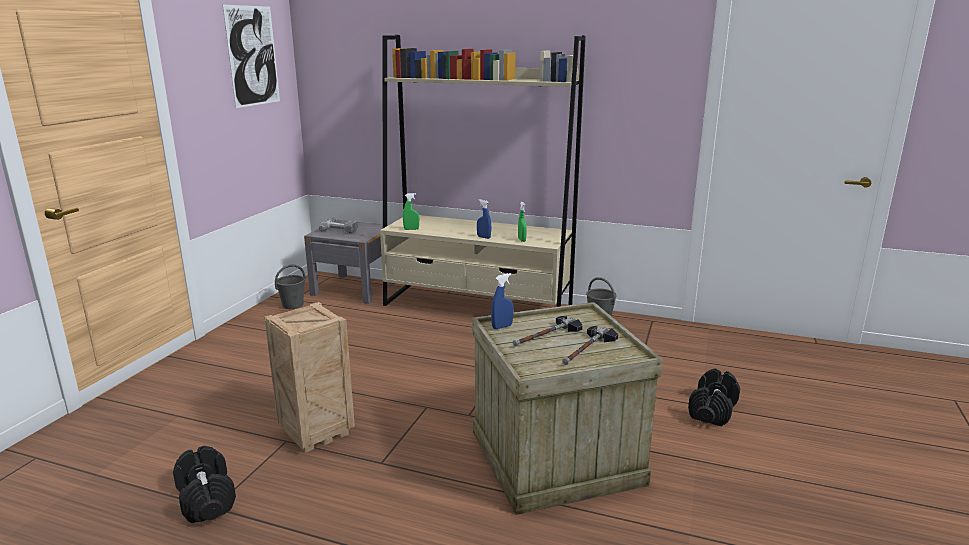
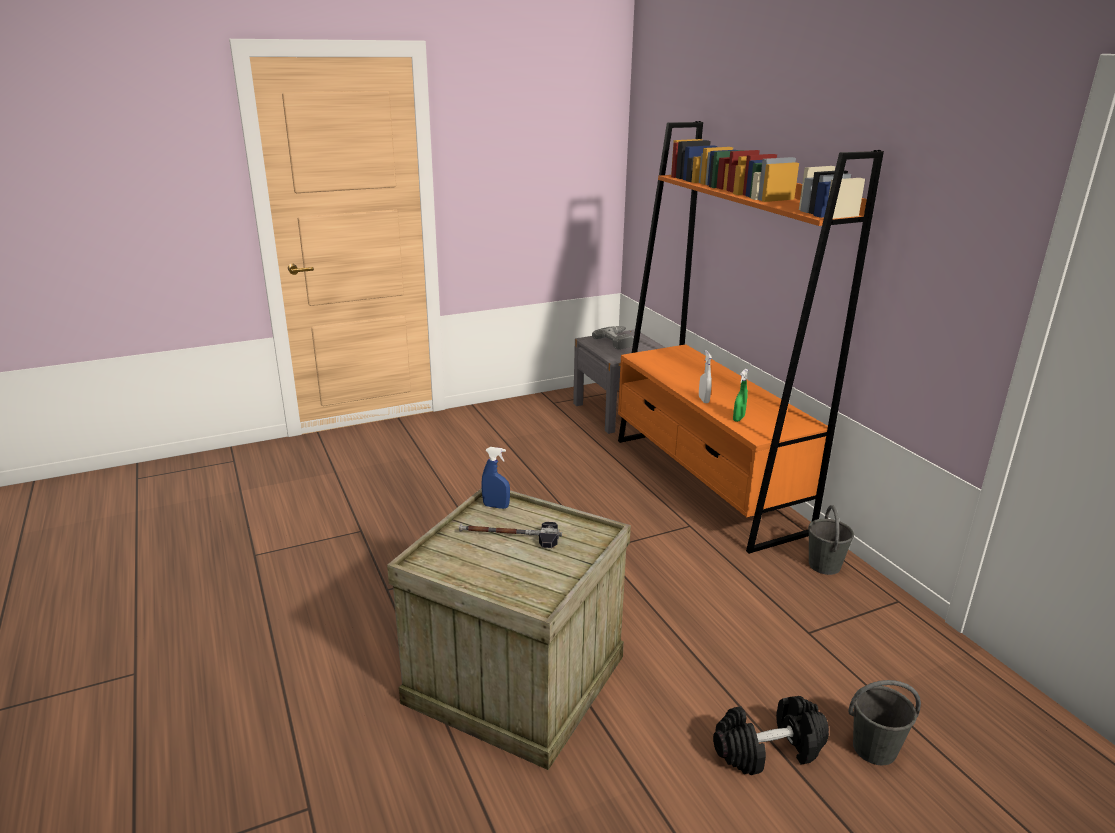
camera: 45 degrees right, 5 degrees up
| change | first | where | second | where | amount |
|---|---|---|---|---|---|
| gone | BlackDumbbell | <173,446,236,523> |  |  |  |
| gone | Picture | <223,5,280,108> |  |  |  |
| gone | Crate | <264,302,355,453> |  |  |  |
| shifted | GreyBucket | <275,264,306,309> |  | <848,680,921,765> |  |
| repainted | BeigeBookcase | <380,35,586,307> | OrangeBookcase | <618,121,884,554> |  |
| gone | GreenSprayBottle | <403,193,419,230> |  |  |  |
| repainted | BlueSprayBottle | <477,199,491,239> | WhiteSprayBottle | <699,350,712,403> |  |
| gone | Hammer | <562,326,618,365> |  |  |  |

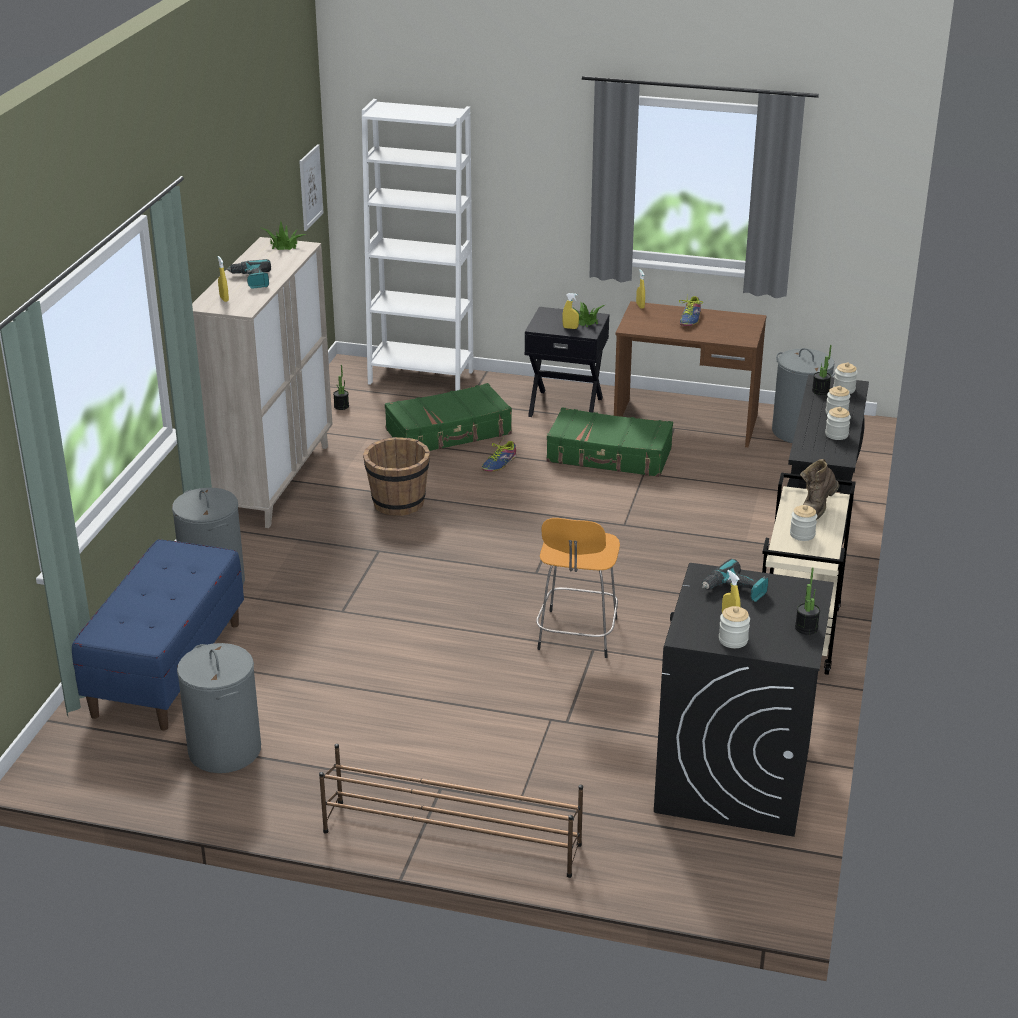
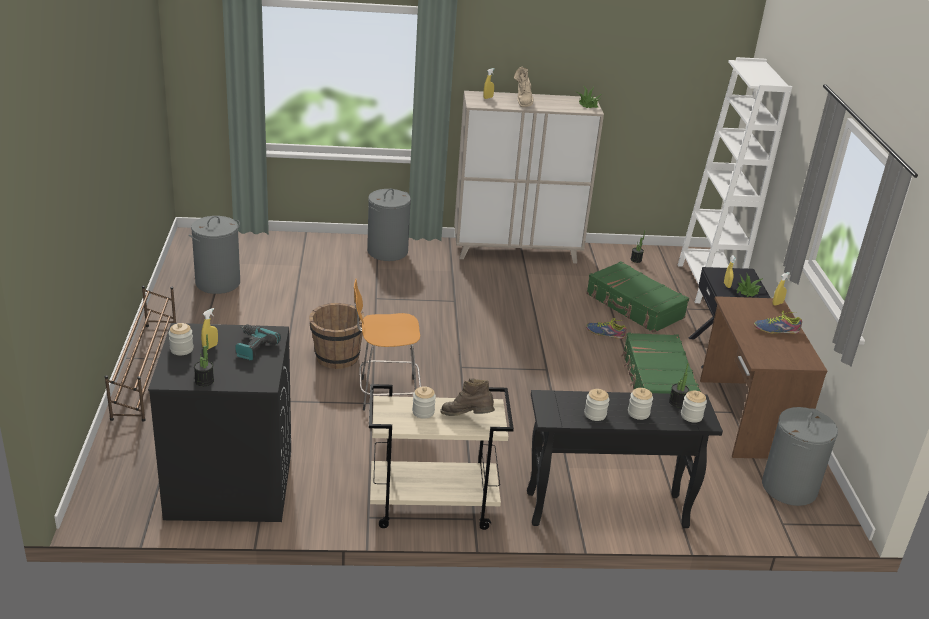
camera: 70 degrees right, 0 degrees up
| change | first | where | second | where | amount |
|---|---|---|---|---|---|
| gone | BlueBench | <72,539,244,731> |  |  |  |
| swapped | PowerDrill | <226,259,271,289> | BeigeBoot | <514,67,534,107> |  |
| gone | Picture | <299,144,323,231> |  |  |  |
| shifted | BrownBucket | <363,437,430,516> |  | <309,303,365,369> |  |

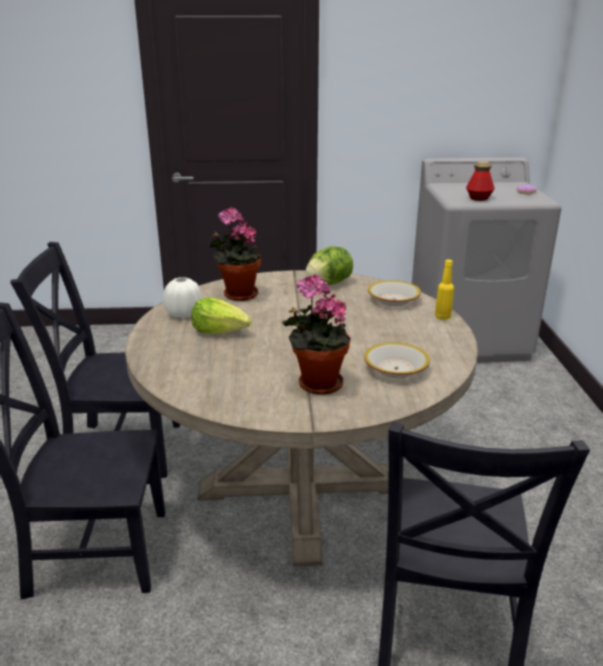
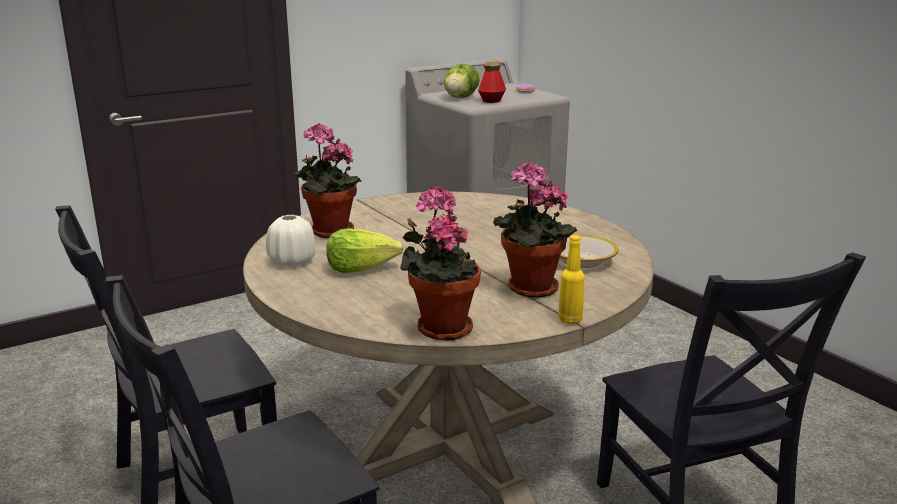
camera: 30 degrees left, 5 degrees down
| change | first | where | second | where | amount |
|---|---|---|---|---|---|
| shifted | Lettuce | <306,246,353,285> |  | <444,64,480,98> |  |
| gone | Bowl | <368,280,421,306> |  |  |  |
| shifted | YellowBottle | <435,259,454,320> |  | <558,235,585,324> |  |
| new |  |  | PottedPlant | <400,186,481,341> |  |

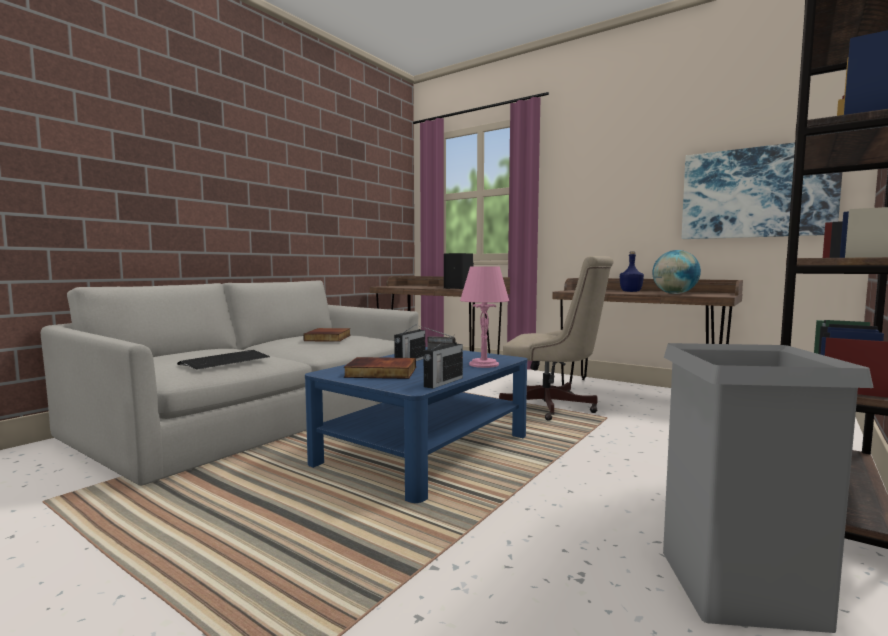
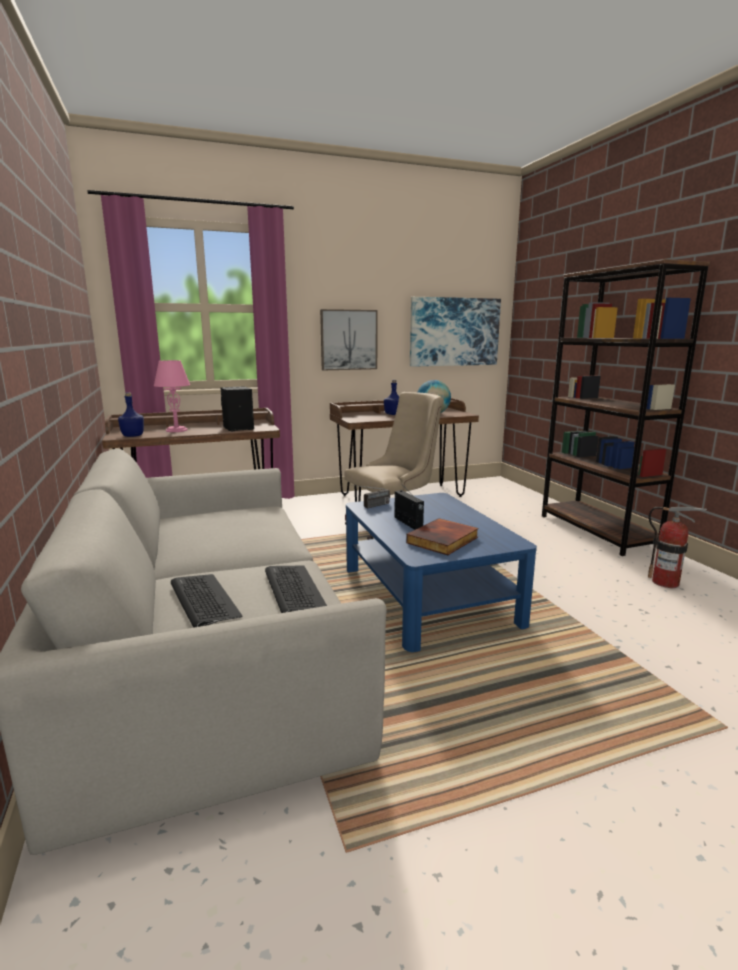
camera: 55 degrees left, 10 degrees up
| change | first | where | second | where | amount |
|---|---|---|---|---|---|
| gone | Book | <303,328,351,342> |  |  |  |
| gone | Radio | <424,335,463,389> |  |  |  |
| shifted | PinkTableLamp | <460,266,509,368> |  | <154,360,190,432> |  |
| swapped | GreyTrashCan | <663,343,874,633> | FireExtinguisher | <648,507,707,588> |  |
| new |  |  | BlueBottle | <118,392,144,437> |  |
| new |  |  | Keyboard | <171,574,242,628> |  |
| new |  |  | Picture | <320,309,378,370> |  |

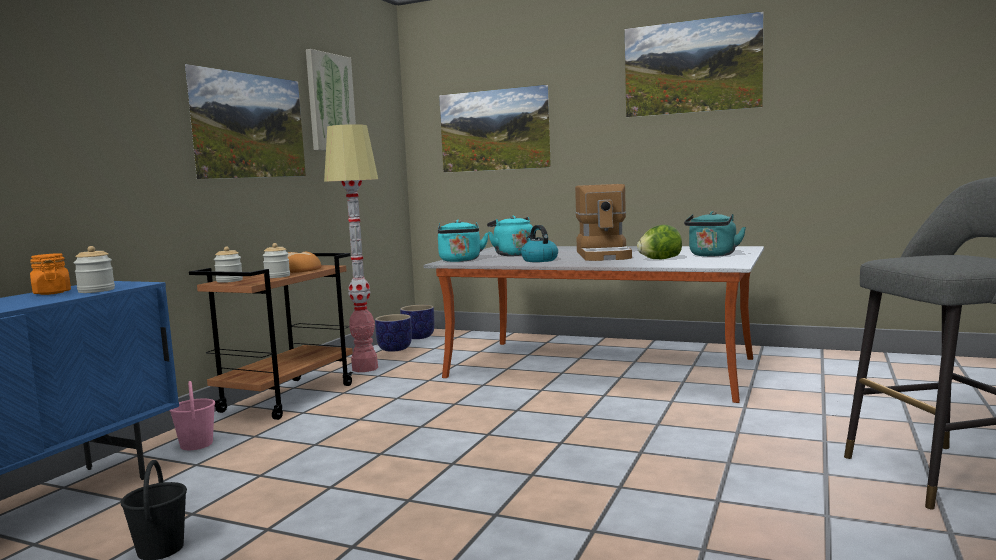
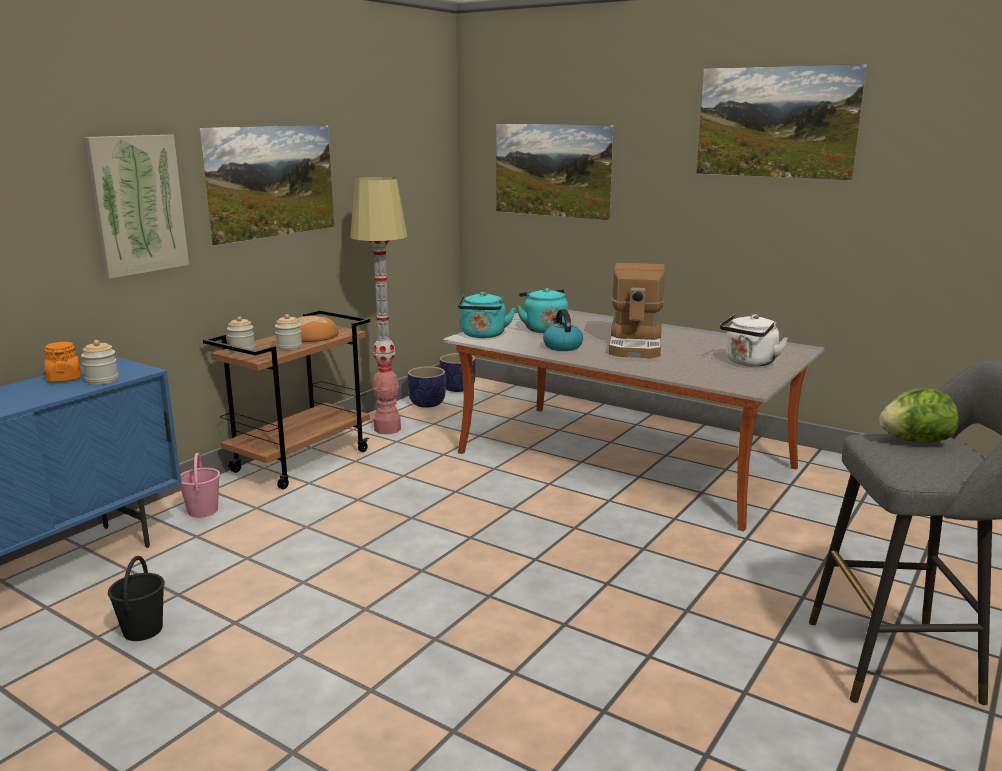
camera: 10 degrees right, 10 degrees up
| change | first | where | second | where | amount |
|---|---|---|---|---|---|
| shifted | Picture | <306,49,356,150> |  | <84,135,189,279> |  |
| shifted | Lettuce | <637,225,682,259> |  | <879,388,959,443> |  |
| repainted | TurquoiseKettle | <684,211,746,257> | WhiteKettle | <720,314,788,367> |  |

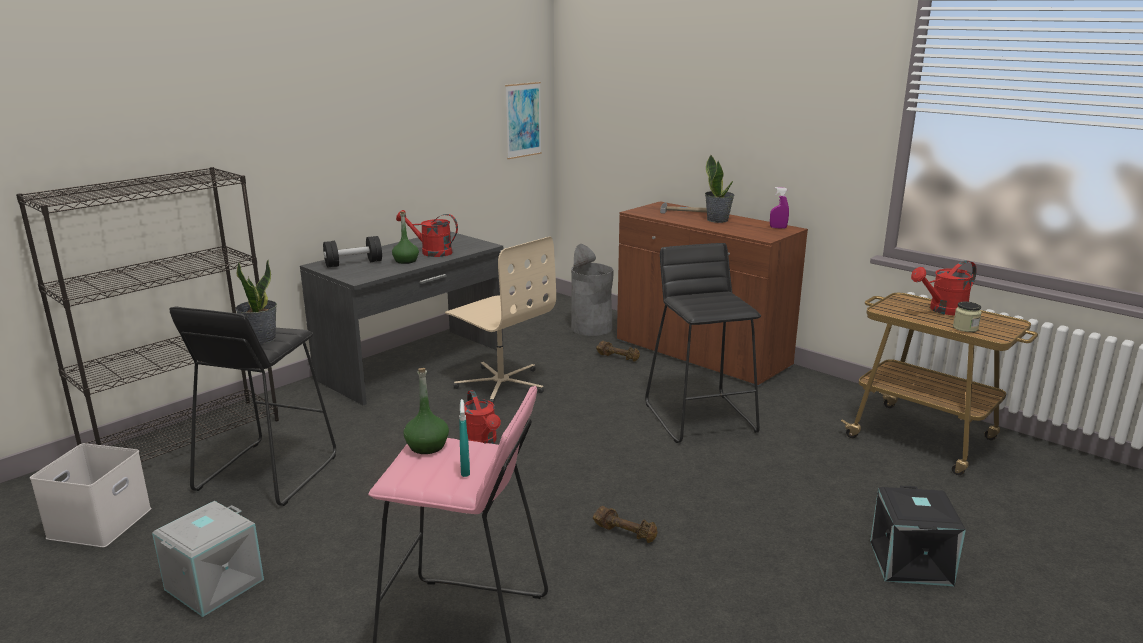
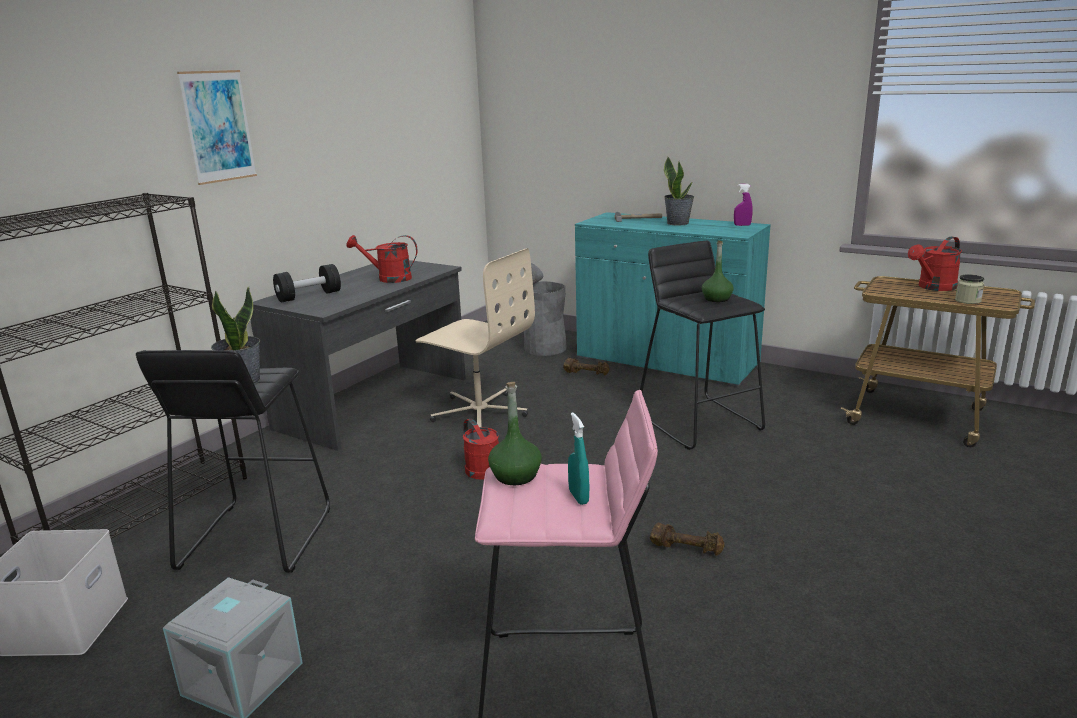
camera: 10 degrees left, 0 degrees up
| change | first | where | second | where | amount |
|---|---|---|---|---|---|
| shifted | GreenBottle | <392,211,419,264> |  | <702,240,734,302> |  |
| shifted | Picture | <505,82,542,159> |  | <177,70,257,185> |  |
| repainted | BrownCabinet | <617,201,808,387> | TurquoiseCabinet | <575,212,771,387> |  |
| gone | BlackStorageBox | <870,485,966,586> |  |  |  |

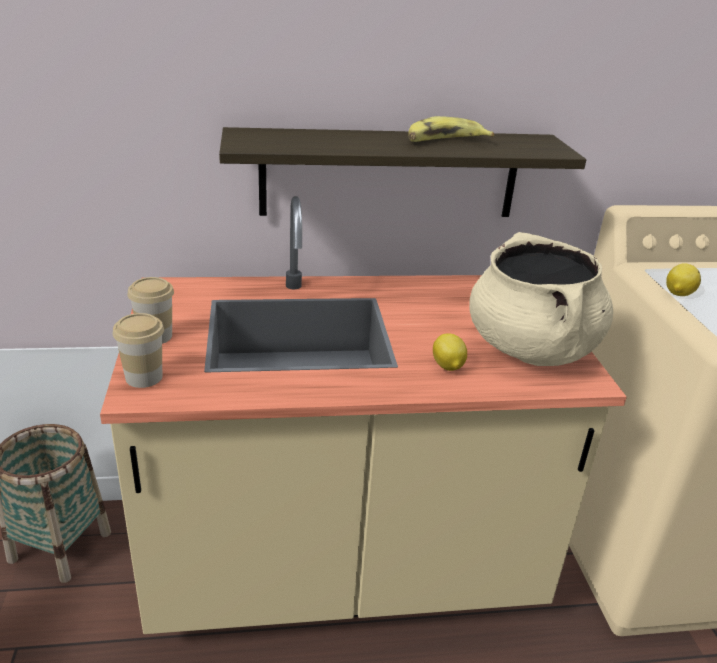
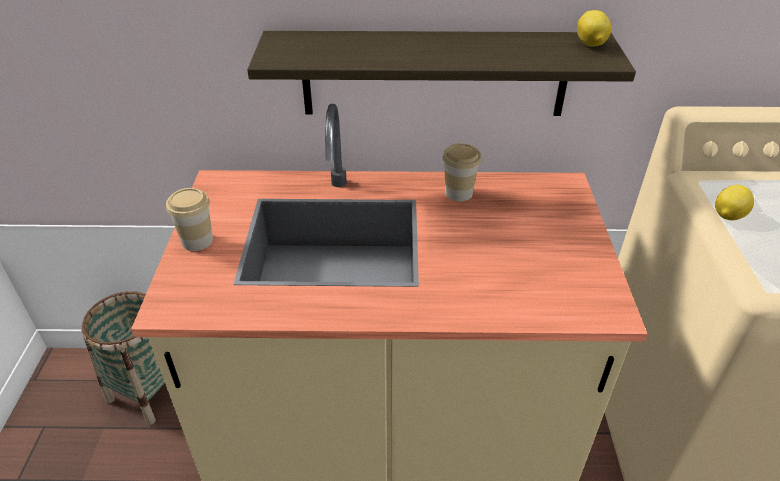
camera: 10 degrees right, 10 degrees up
| change | first | where | second | where | amount |
|---|---|---|---|---|---|
| shifted | Cup | <113,313,164,388> |  | <443,143,481,201> |  |
| gone | Banana | <408,116,494,142> |  |  |  |
| shifted | Lemon | <433,334,467,371> |  | <577,10,611,47> |  |
| gone | BeigeCookingPot | <469,232,613,366> |  |  |  |

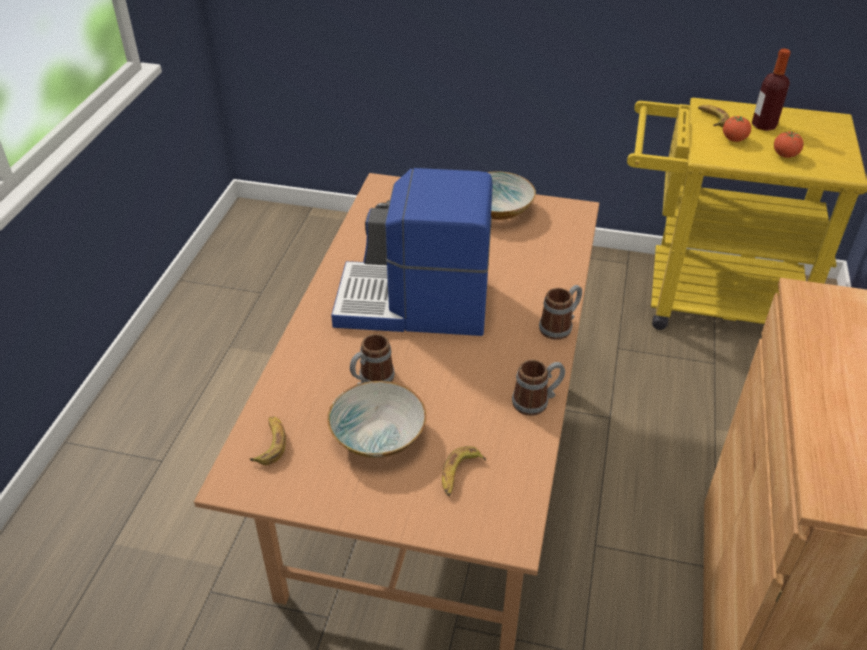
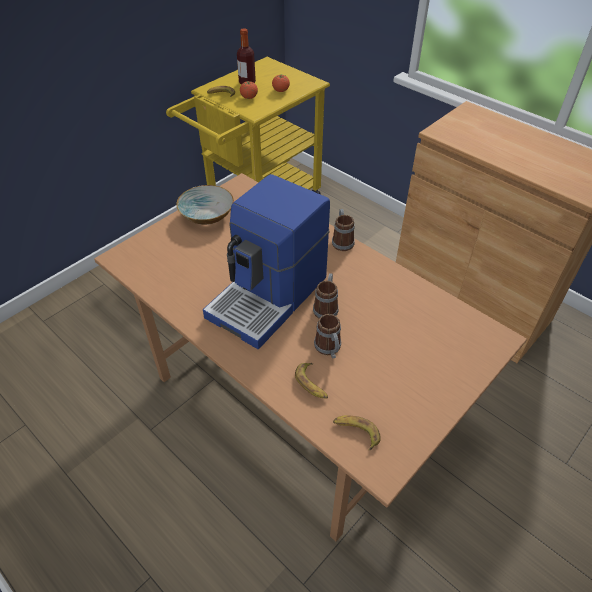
camera: 60 degrees left, 5 degrees up
| change | first | where | second | where | amount |
|---|---|---|---|---|---|
| gone | Bowl | <327,381,426,458> |  |  |  |
| shifted | Banana | <442,446,486,496> |  | <295,363,328,399> |  |
| shifted | Mug | <512,360,565,416> |  | <313,273,339,318> |  |

